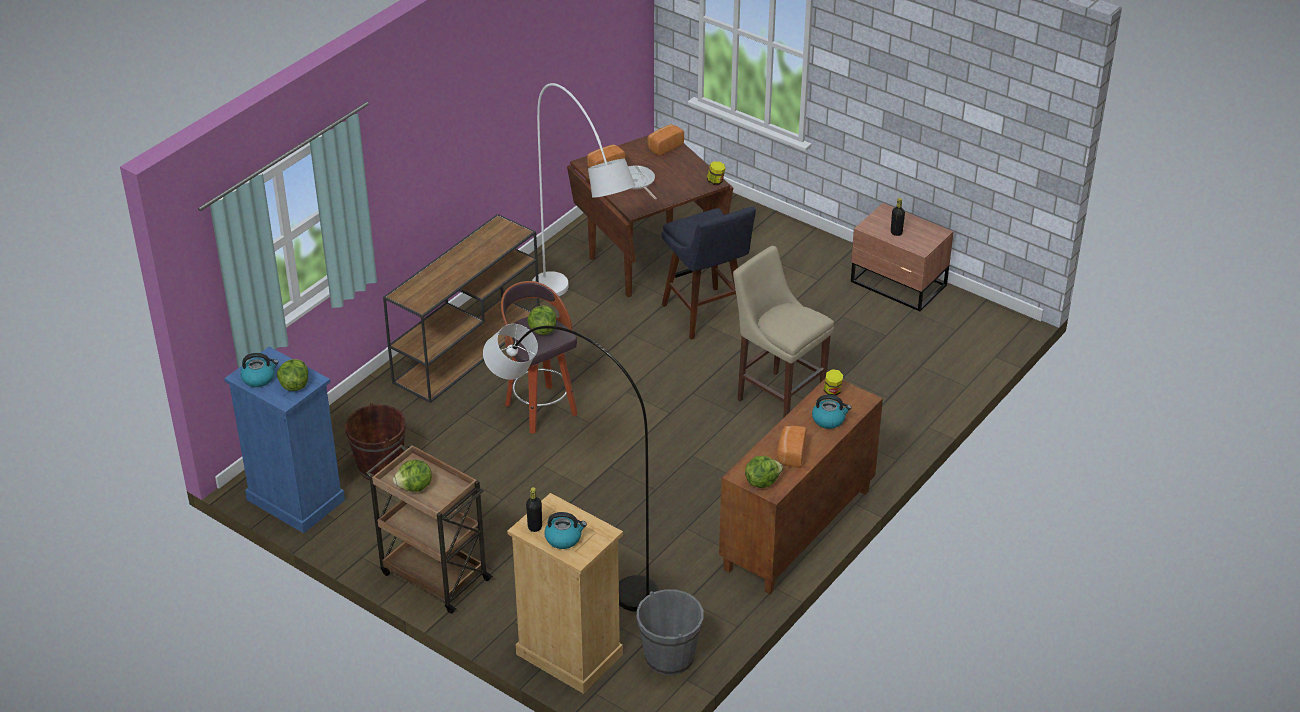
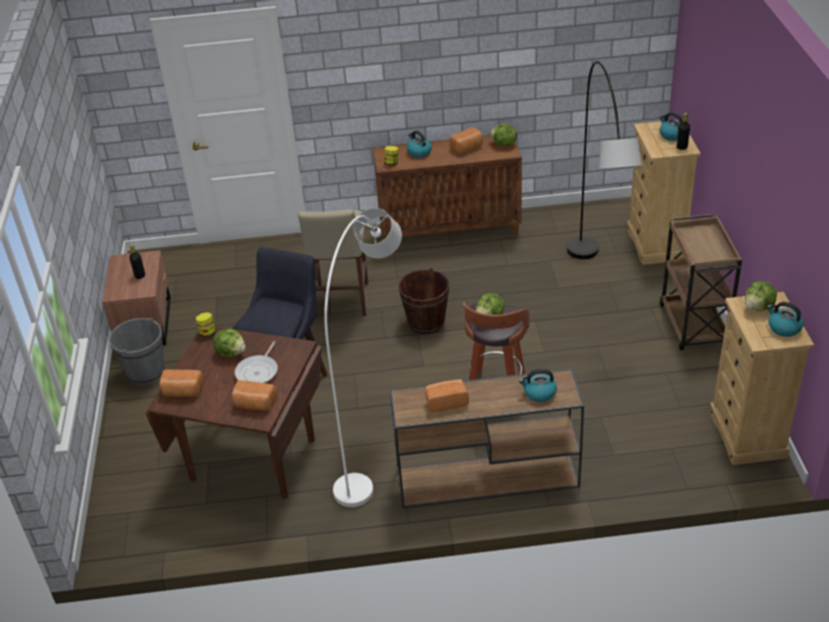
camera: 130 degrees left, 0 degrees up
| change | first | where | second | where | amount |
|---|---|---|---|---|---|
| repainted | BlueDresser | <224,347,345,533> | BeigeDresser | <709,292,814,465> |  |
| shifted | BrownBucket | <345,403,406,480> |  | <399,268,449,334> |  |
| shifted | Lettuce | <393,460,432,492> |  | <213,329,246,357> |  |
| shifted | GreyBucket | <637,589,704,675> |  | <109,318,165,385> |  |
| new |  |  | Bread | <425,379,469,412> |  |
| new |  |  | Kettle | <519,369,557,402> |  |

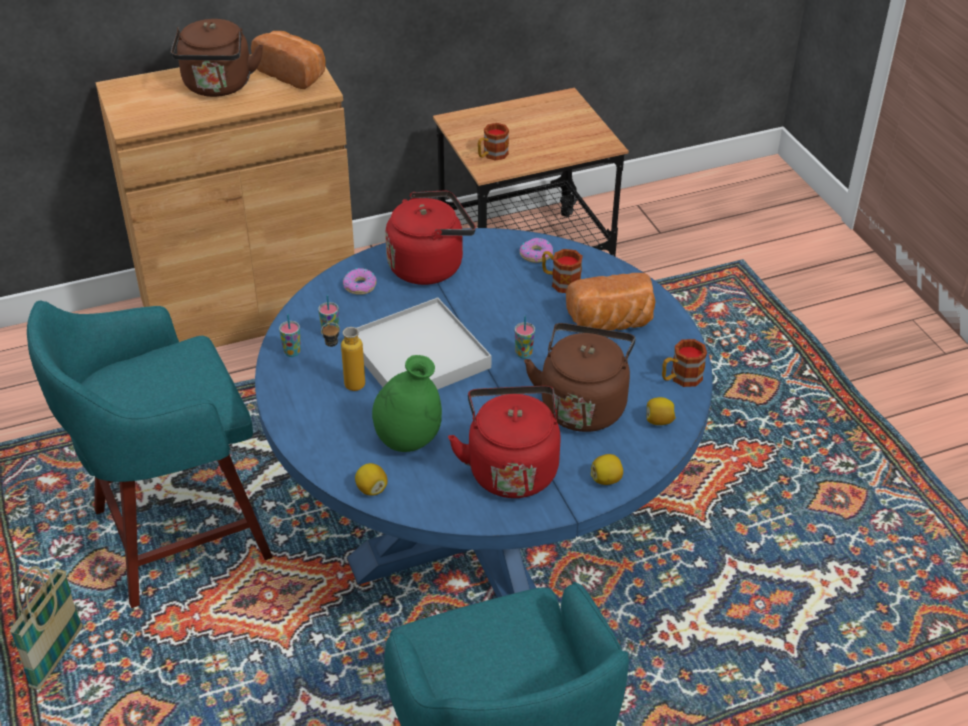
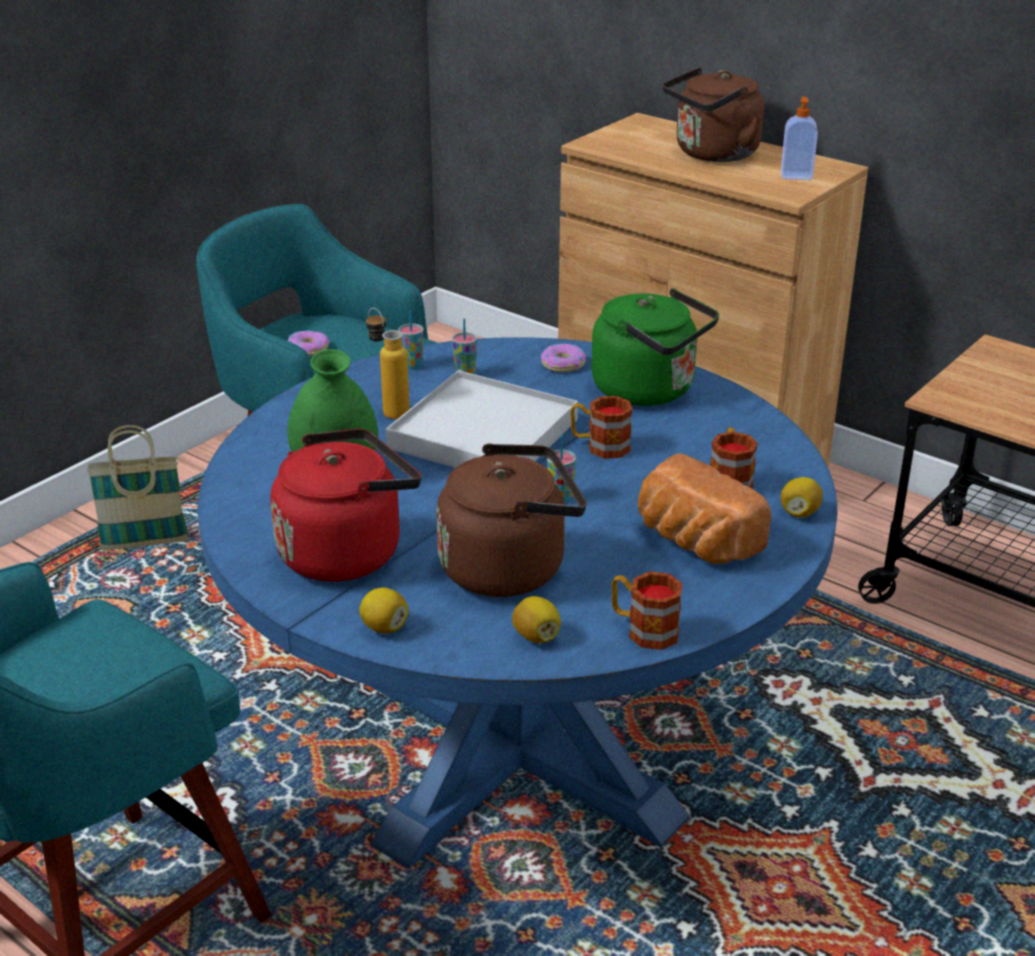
camera: 60 degrees right, 10 degrees down
| change | first | where | second | where | amount |
|---|---|---|---|---|---|
| swapped | Bread | <251,31,326,89> | SoapDispenser | <781,97,818,180> |  |
| shifted | Lemon | <355,463,388,496> |  | <781,477,823,518> |  |
| repainted | RedKettle | <385,191,476,285> | GreenKettle | <591,288,719,406> |  |
| shifted | Mug | <478,123,509,161> |  | <570,396,632,459> |  |
| shifted | Donut | <520,238,553,263> |  | <288,330,330,356> |  |

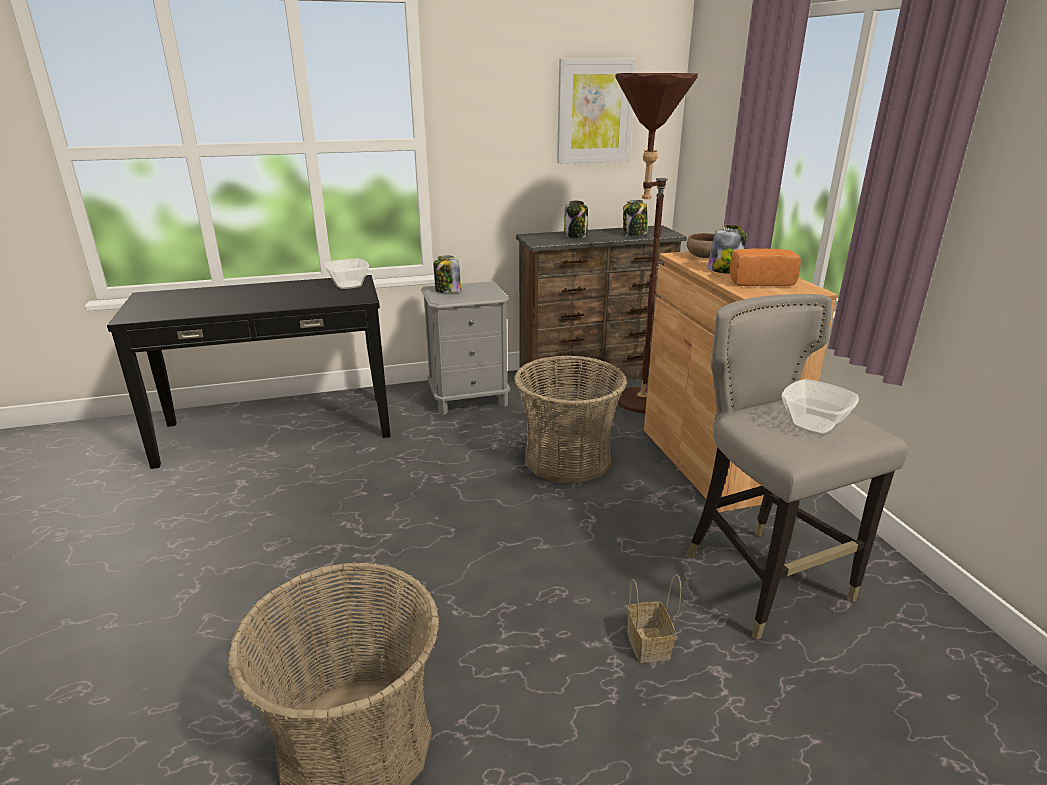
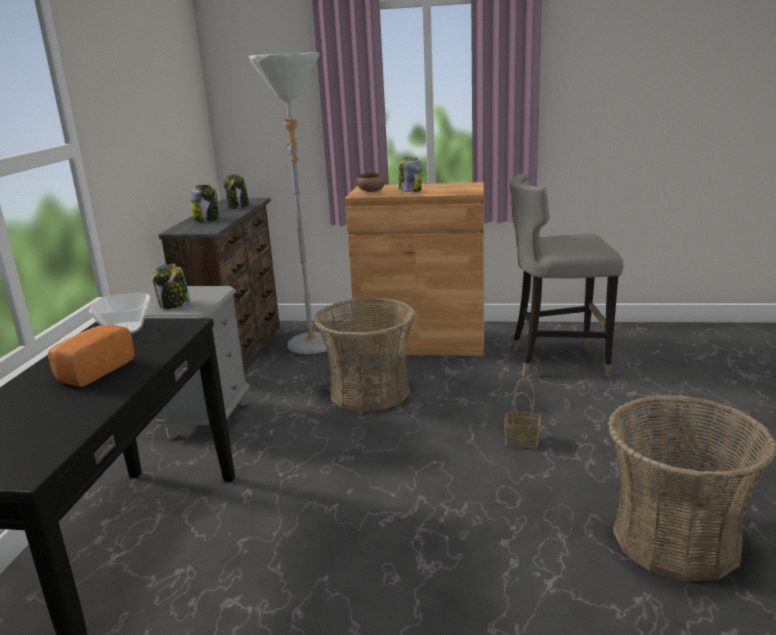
camera: 65 degrees left, 5 degrees down
| change | first | where | second | where | amount |
|---|---|---|---|---|---|
| gone | Picture | <557,58,636,164> |  |  |  |
| repainted | BrownFloorLamp | <615,73,698,414> | GreyFloorLamp | <249,52,331,354> |  |
| shifted | Basket | <627,574,681,663> |  | <504,378,540,449> |  |
| shifted | Bread | <730,248,801,286> |  | <48,325,134,387> |  |
| gone | Bowl | <782,379,859,436> |  |  |  |

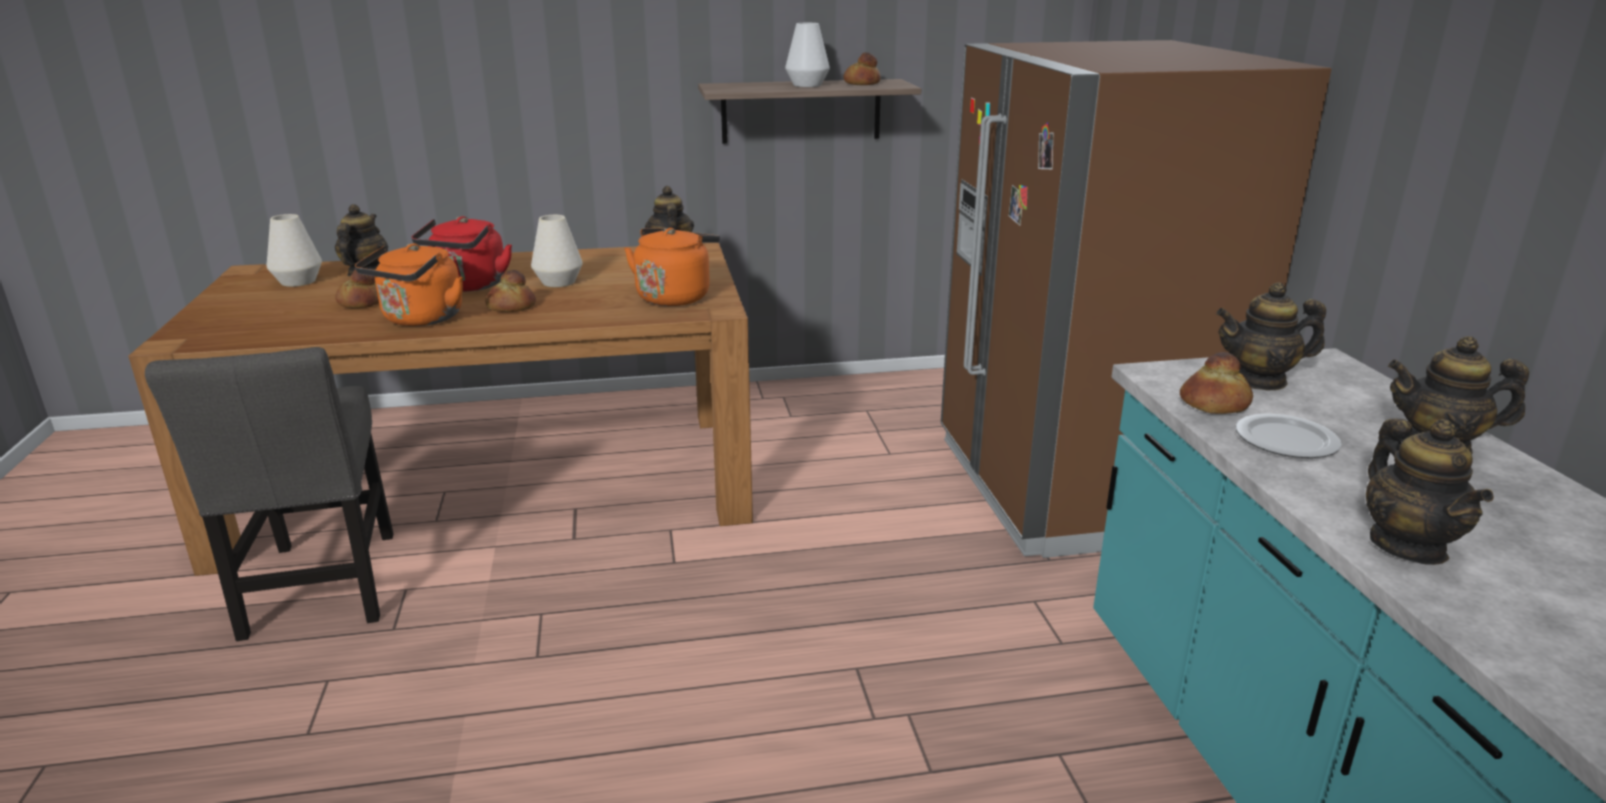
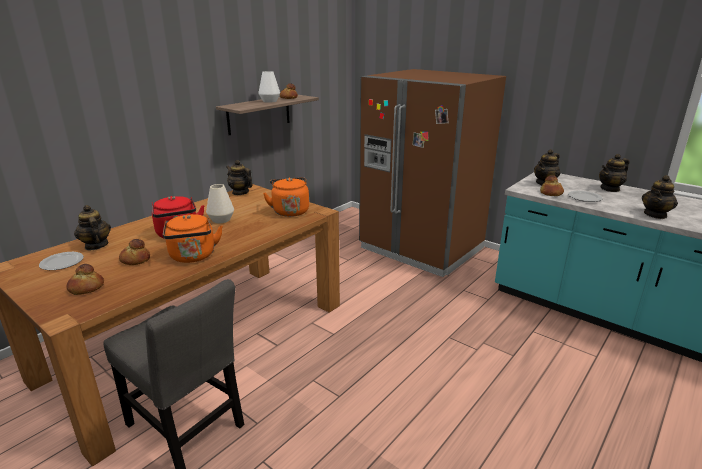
camera: 40 degrees left, 0 degrees up
| change | first | where | second | where | amount |
|---|---|---|---|---|---|
| swapped | WhiteVase | <266,214,322,287> | Plate | <39,252,84,270> |  |
| shifted | Bread | <485,270,536,312> |  | <66,264,104,295> |  |
| rotated | Teapot | <1366,418,1494,565> |  | <642,175,678,219> | 90 degrees clockwise |

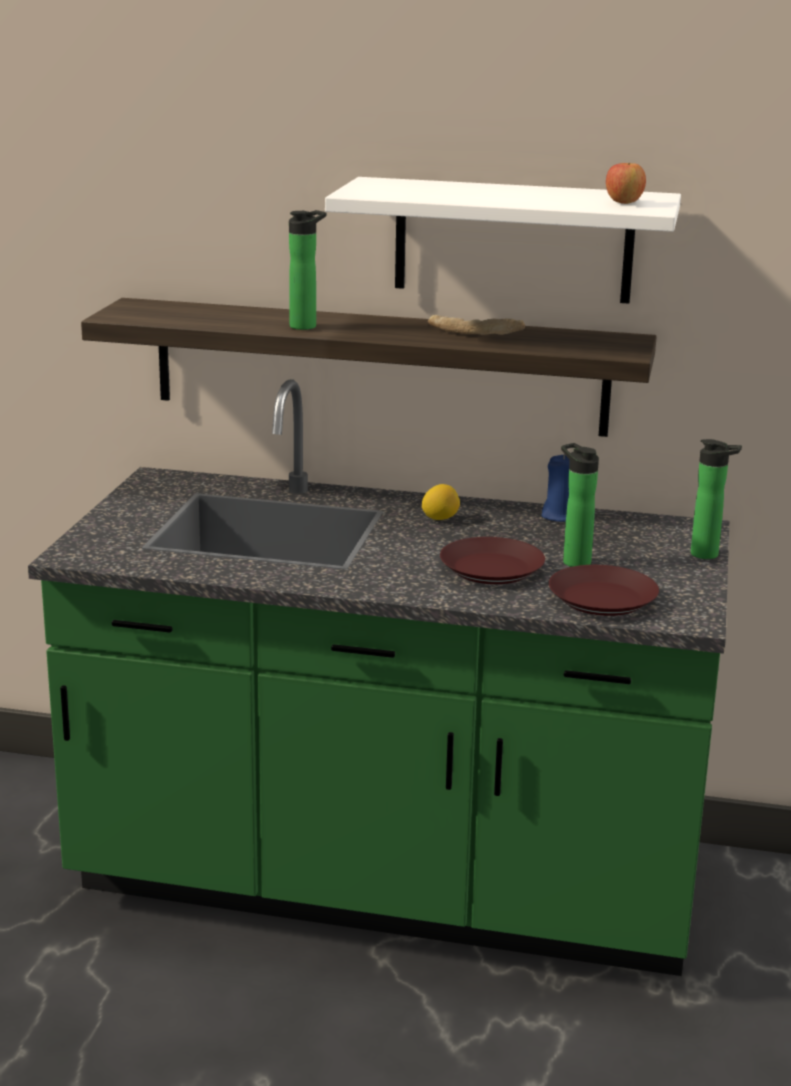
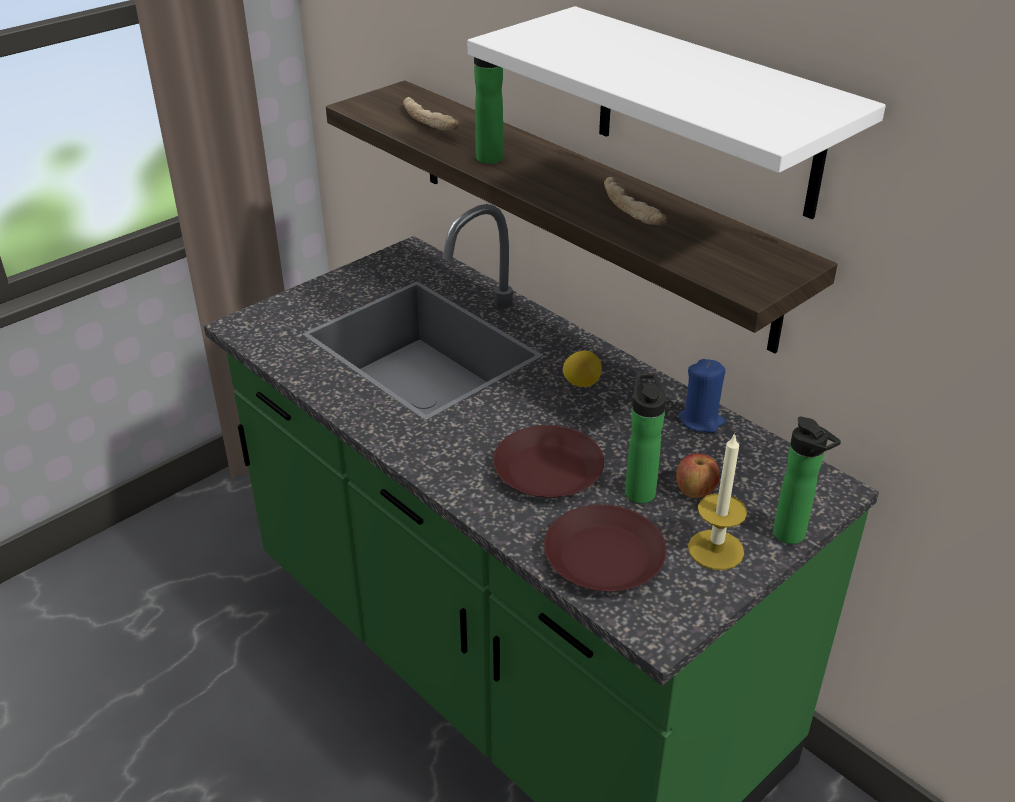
camera: 35 degrees right, 15 degrees up
| change | first | where | second | where | amount |
|---|---|---|---|---|---|
| shifted | Apple | <606,163,646,204> |  | <676,453,720,498> |  |
| new |  |  | Bread | <403,97,460,130> |  |
| new |  |  | Candle | <688,432,747,570> |  |

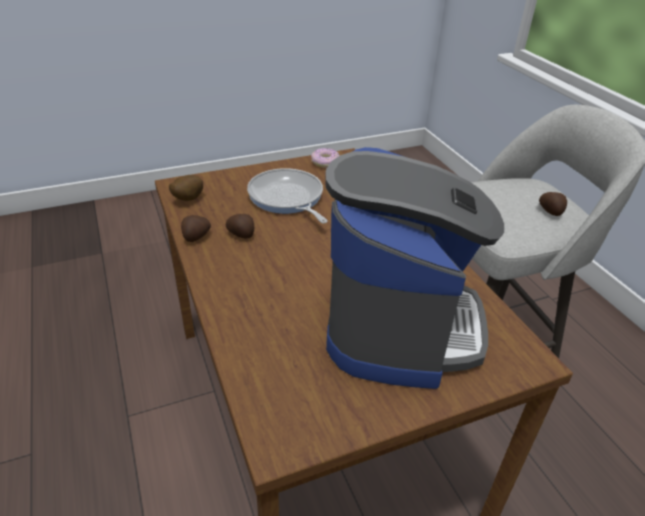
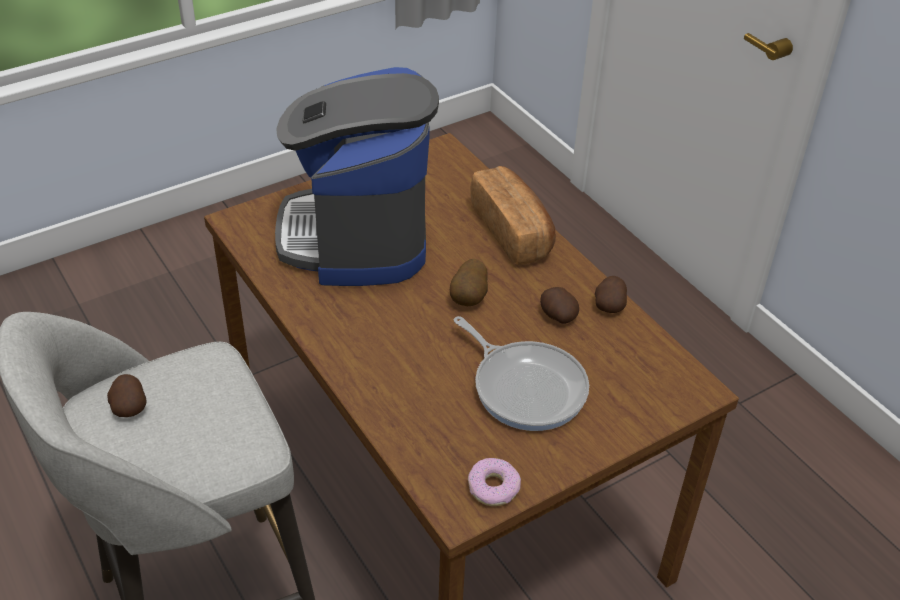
camera: 170 degrees right, 5 degrees up
| change | first | where | second | where | amount |
|---|---|---|---|---|---|
| shifted | Potato | <169,175,203,201> |  | <450,259,488,306> |  |
| new |  |  | Bread | <470,166,556,265> |  |

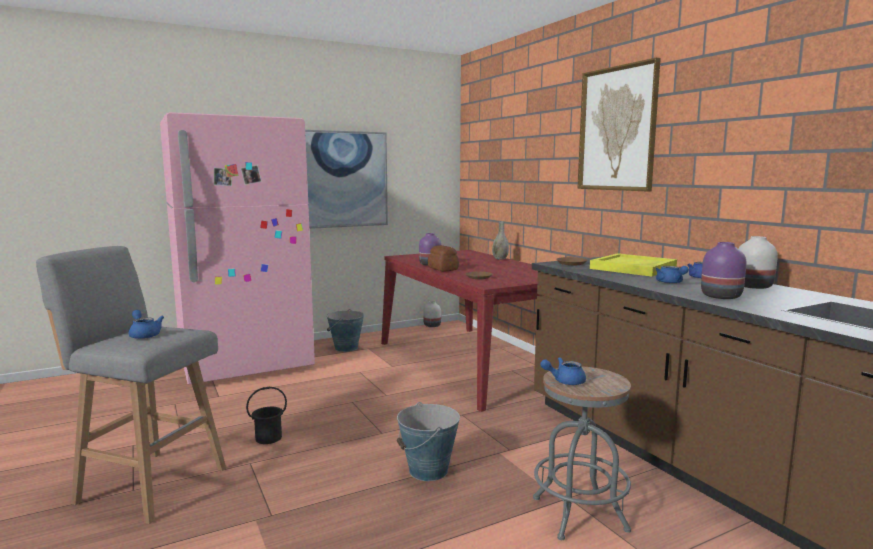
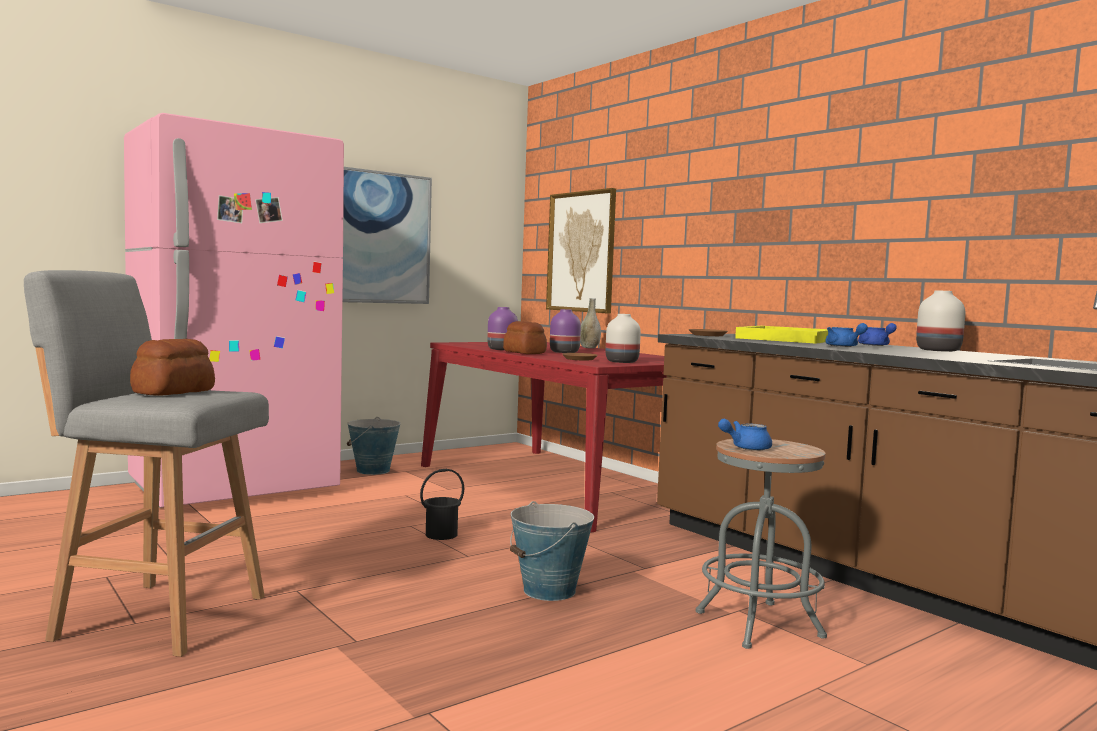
camera: 10 degrees left, 5 degrees down
| change | first | where | second | where | amount |
|---|---|---|---|---|---|
| swapped | BlueTeapot | <129,310,164,339> | Bread | <130,339,215,396> |  |
| shifted | BlackBucket | <246,387,287,444> |  | <420,469,464,540> |  |
| shifted | WhiteVase | <423,301,441,327> |  | <606,314,641,363> |  |
| shifted | Picture | <578,58,661,191> |  | <546,188,616,314> |  |
| shifted | PurpleVase | <701,242,746,299> |  | <550,309,581,353> |  |

